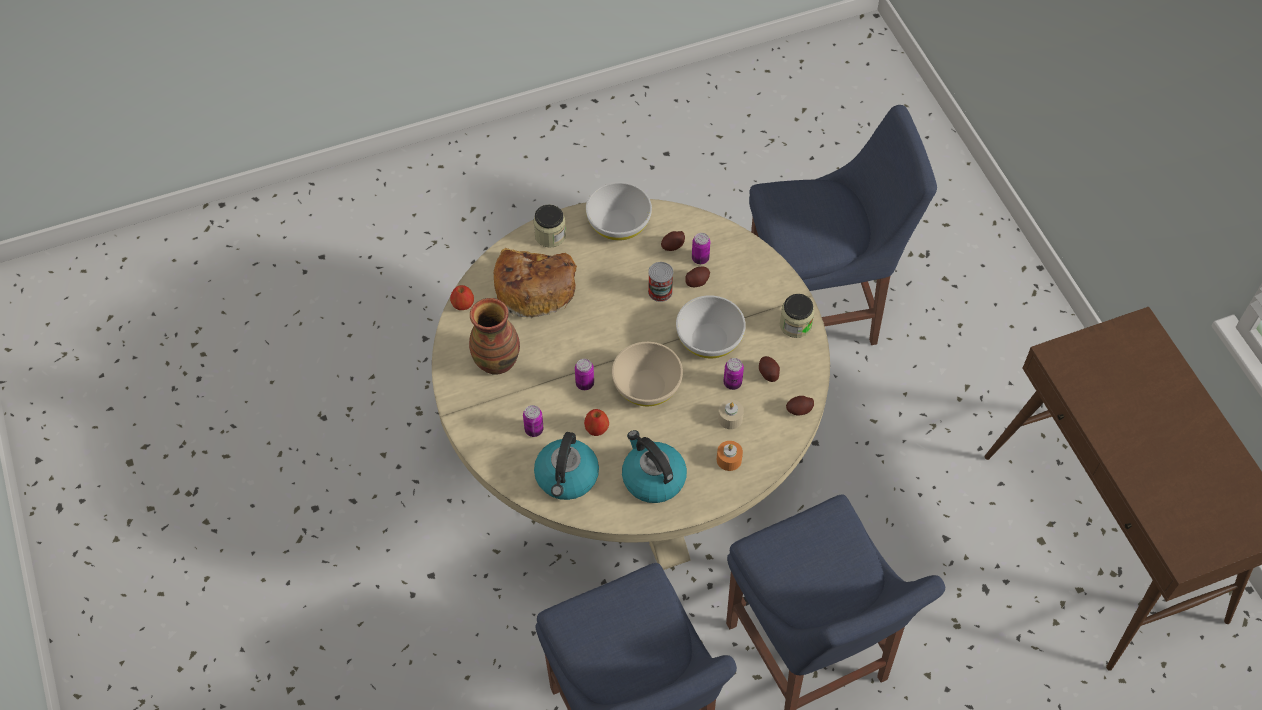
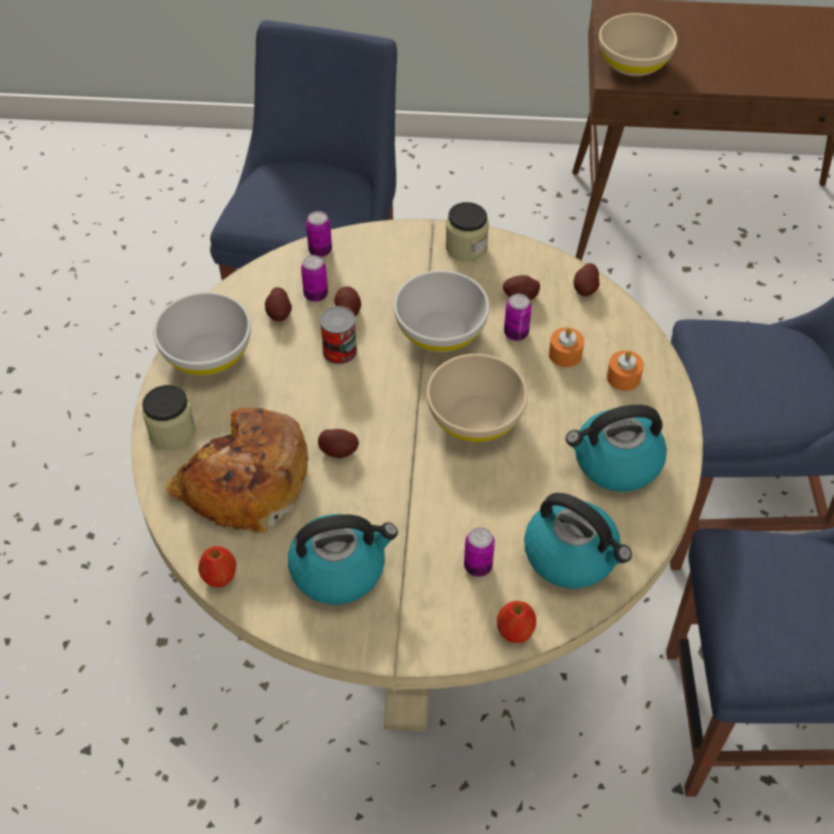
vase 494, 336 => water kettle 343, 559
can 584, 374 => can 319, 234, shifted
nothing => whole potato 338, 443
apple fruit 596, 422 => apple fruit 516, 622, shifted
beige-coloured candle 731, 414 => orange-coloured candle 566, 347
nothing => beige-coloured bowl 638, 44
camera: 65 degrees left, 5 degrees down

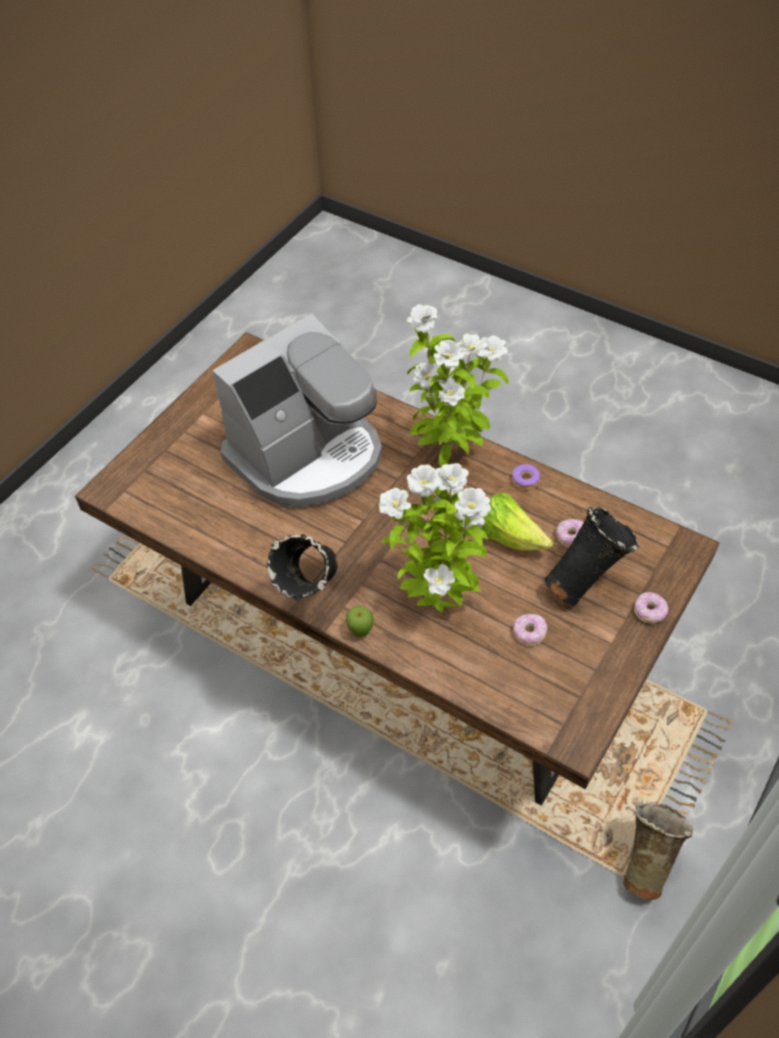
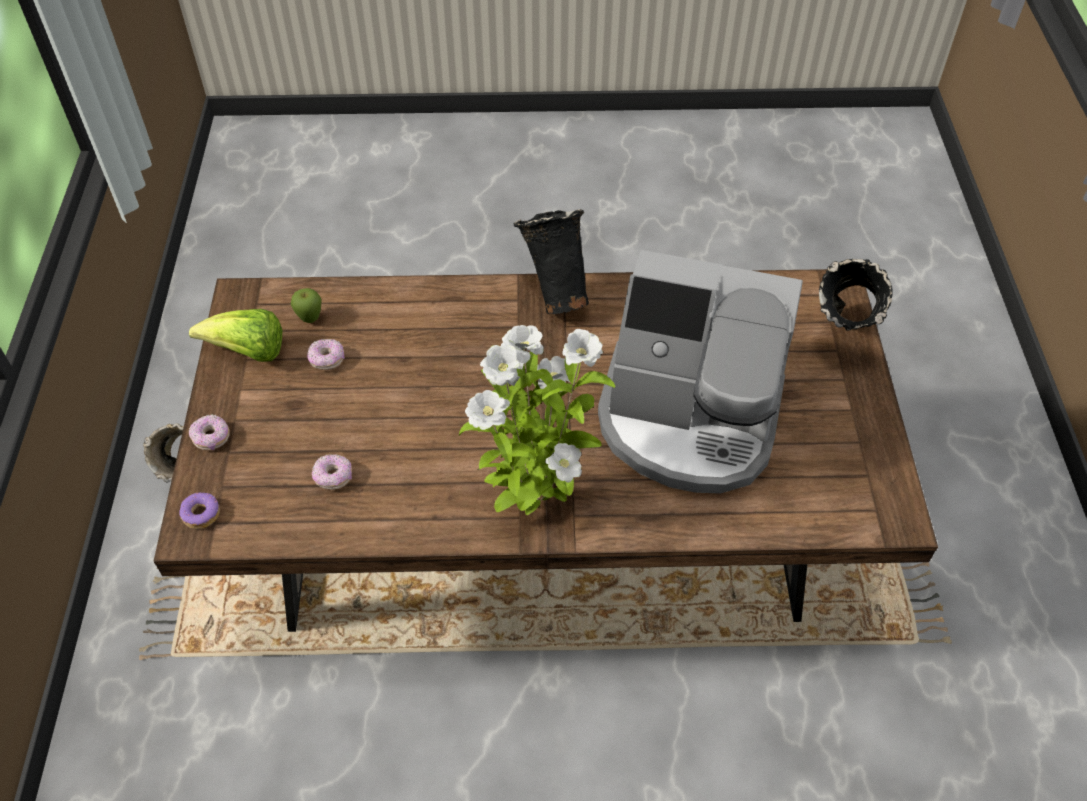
donut 526, 477 => donut 199, 511, shifted
head of lettuce 516, 521 => head of lettuce 235, 335, shifted
apple fruit 360, 621 => apple fruit 306, 305, shifted
coffee maker 297, 410 => coffee maker 700, 372, 90 degrees counterclockwise
blackish vase 592, 556 => blackish vase 856, 295, shifted
potted plant 435, 538 => nothing
camera: 145 degrees right, 0 degrees up

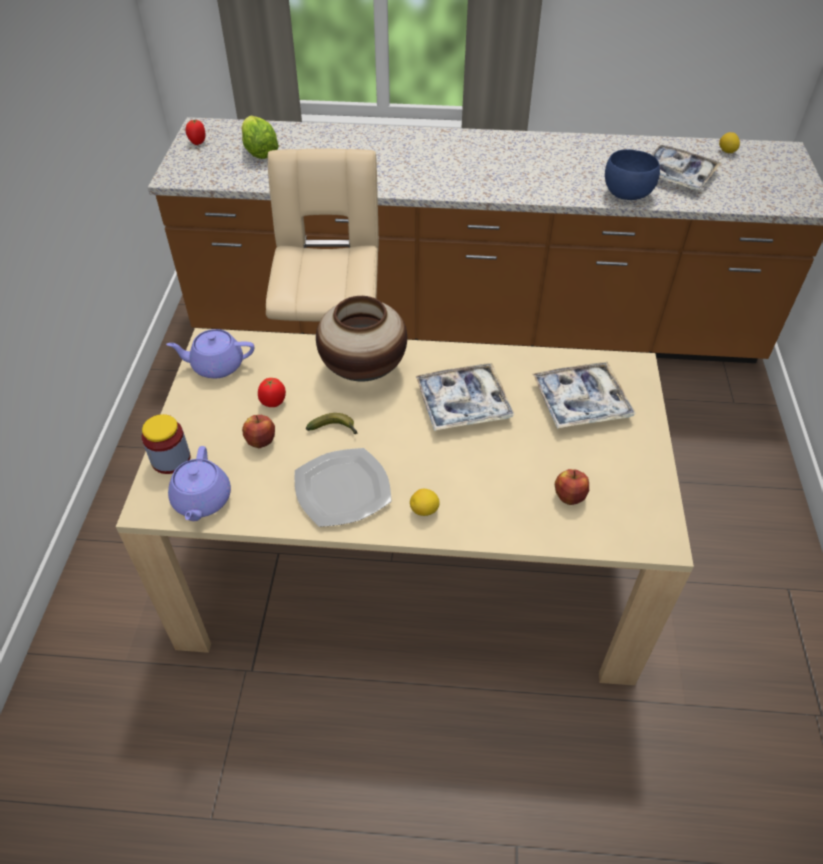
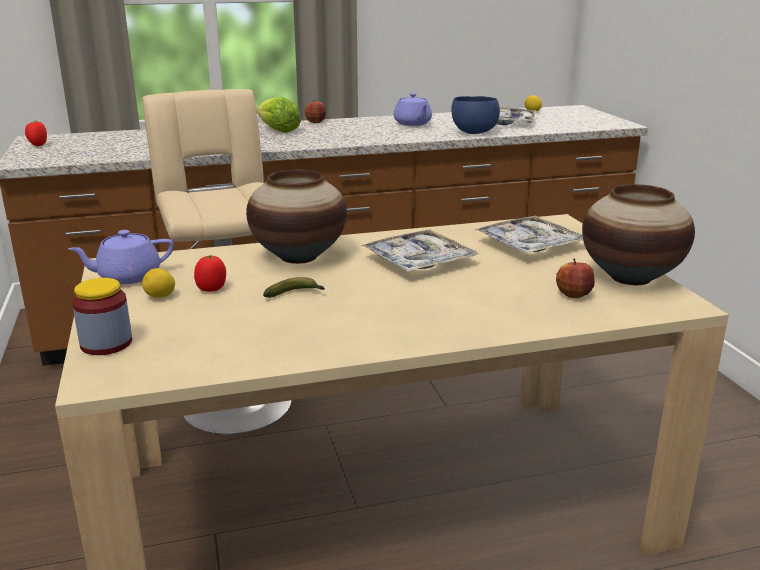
citrus fruit 425, 502 => citrus fruit 158, 283, shifted
head of lettuce 260, 137 => head of lettuce 279, 115, shifted
apple fruit 258, 431 => apple fruit 315, 111, shifted
purplish tea pot 199, 483 => purplish tea pot 413, 109, shifted
nothing => vase 638, 234
dinner plate 343, 487 => nothing
camera: 20 degrees left, 25 degrees down

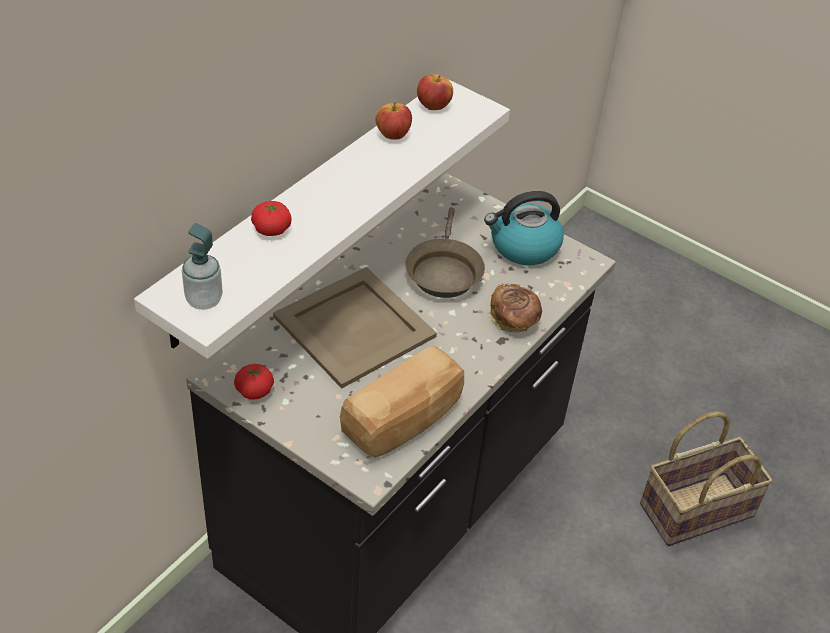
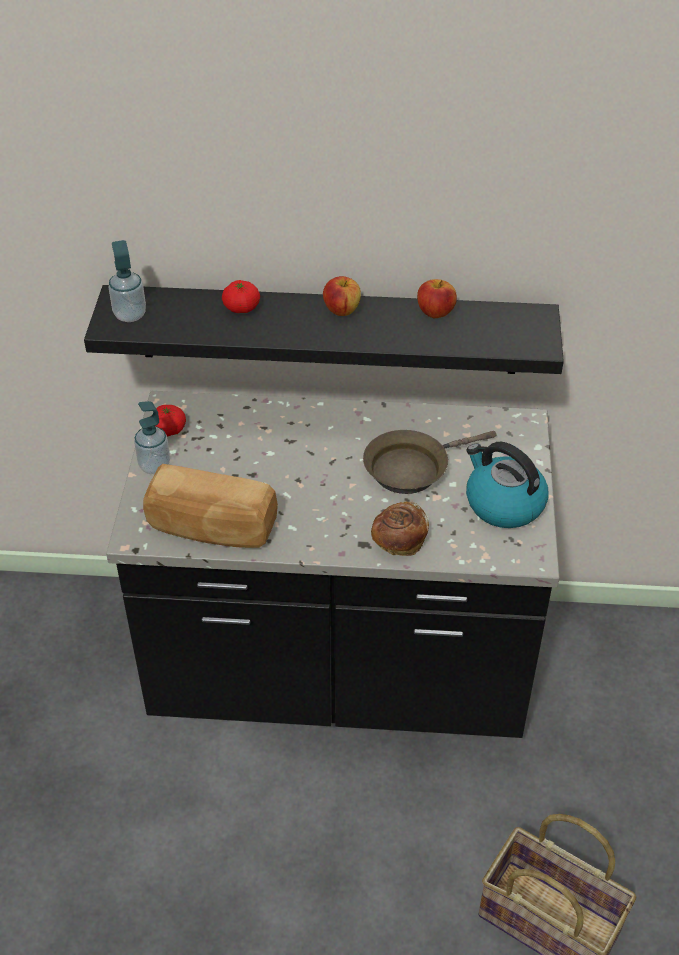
whitish wall shelf 322, 219 => blackish wall shelf 324, 329
nothing => soap dispenser 152, 437
apple fruit 435, 92 => apple fruit 342, 296, shifted
beige-coloured carrying tray 355, 328 => nothing
camera: 60 degrees right, 0 degrees up

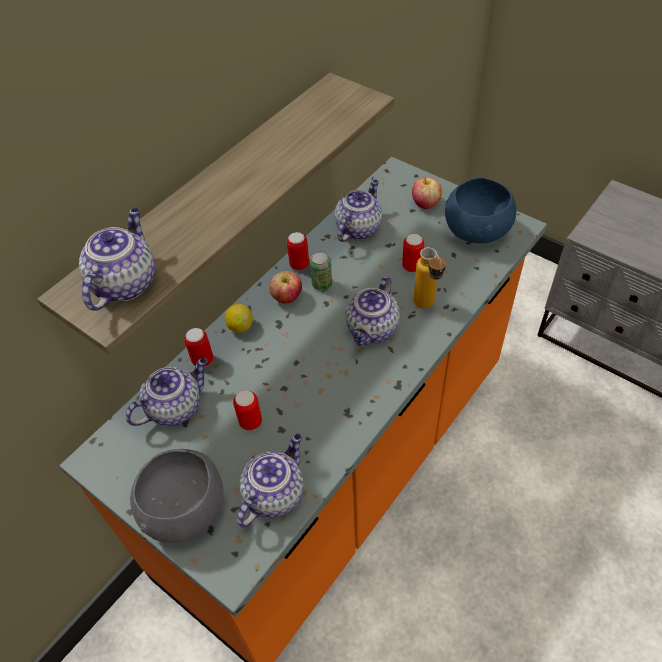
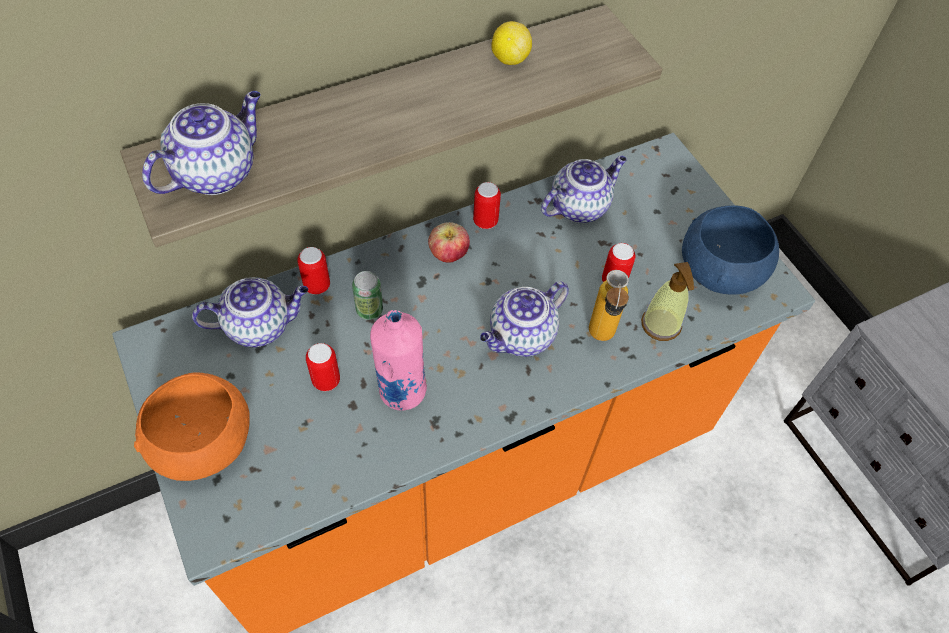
gray bowl 176, 496 => orange-coloured bowl 192, 426
can 321, 271 => can 367, 295, shifted
nothing => pink bottle 398, 360
citrus fruit 239, 318 => citrus fruit 511, 43, shifted
nothing => soap dispenser 667, 301
tea pot 270, 480 => nothing
apple fruit 427, 193 => nothing
camera: 20 degrees right, 5 degrees up

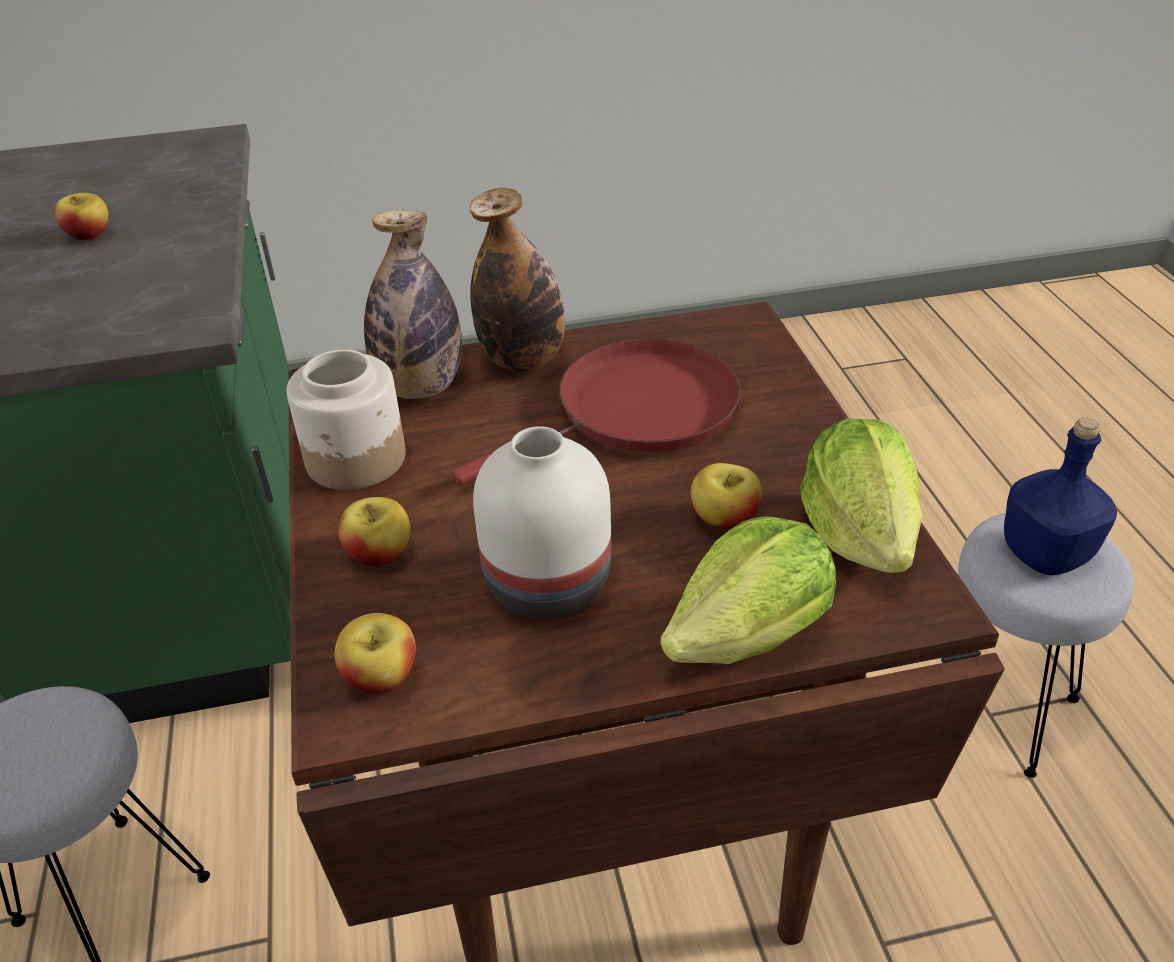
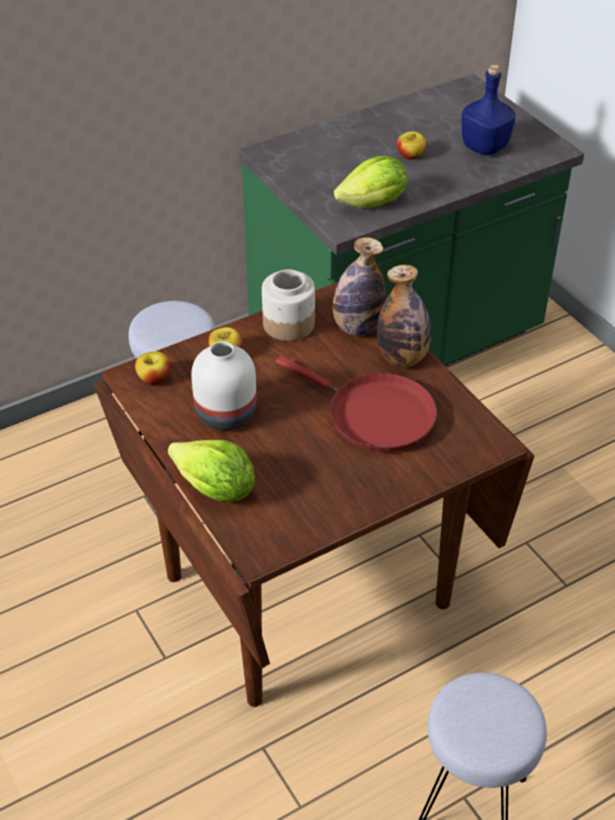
head of lettuce 861, 495 => head of lettuce 370, 181, shifted
bluish bottle 1060, 496 => bluish bottle 488, 110, shifted
apple fruit 726, 496 => nothing
camera: 70 degrees right, 5 degrees up

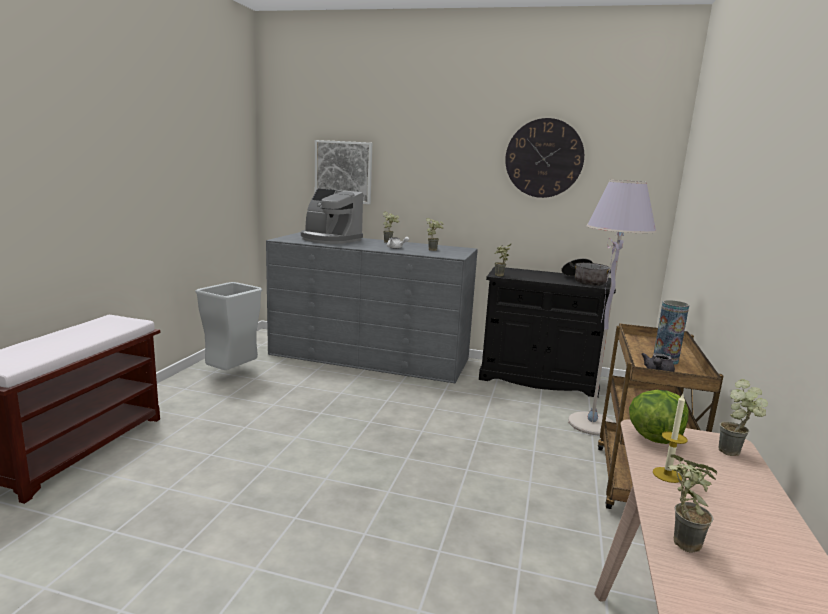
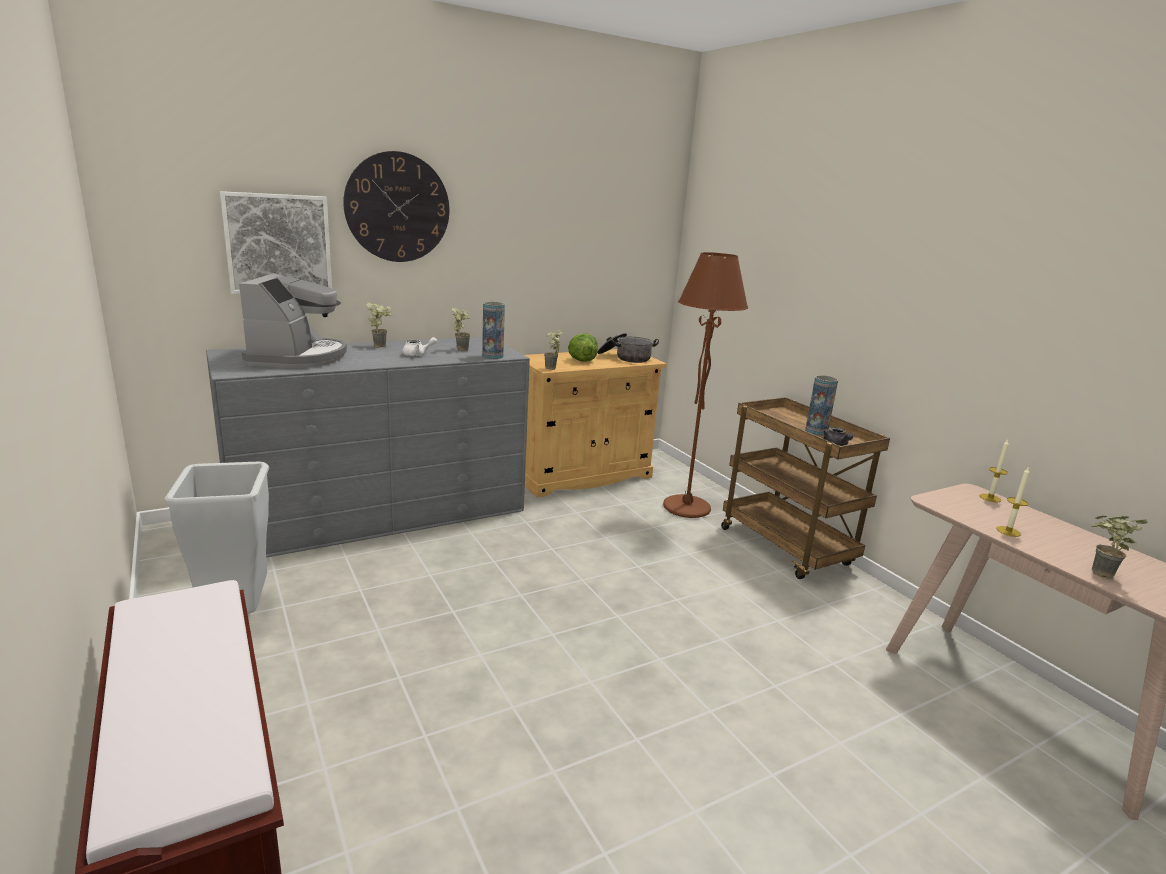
coffee maker 332, 216 => coffee maker 293, 320, 75 degrees counterclockwise
clock on the wall 544, 158 => clock on the wall 396, 206, shifted
nothing => vase 493, 330
blackish storage cabinet 547, 331 => beige-coloured storage cabinet 596, 423
head of lettuce 659, 417 => head of lettuce 583, 347, shifted
gray floor lamp 612, 307 => brown floor lamp 705, 385
potted plant 743, 417 => candle 994, 470
camera: 45 degrees left, 5 degrees up

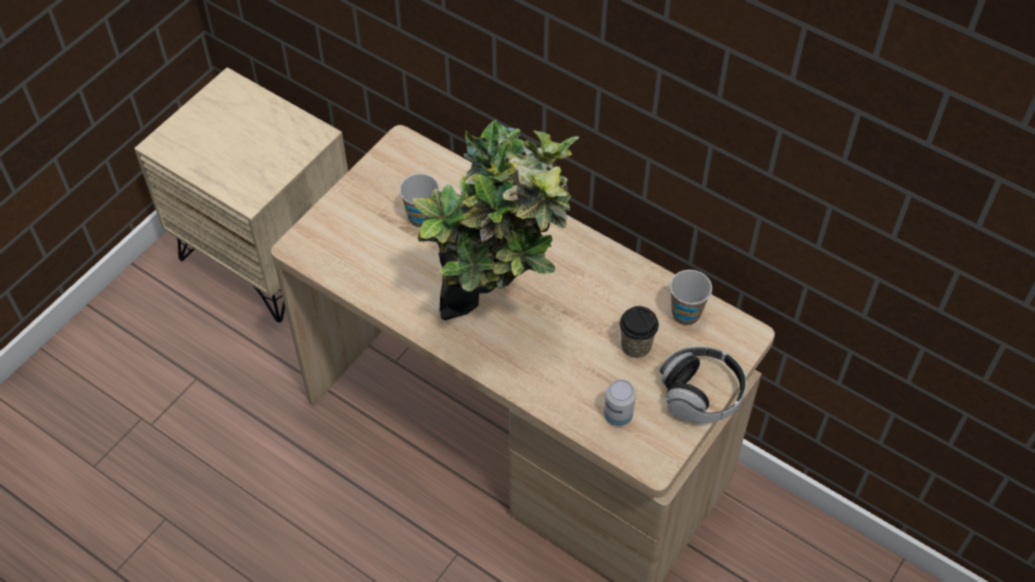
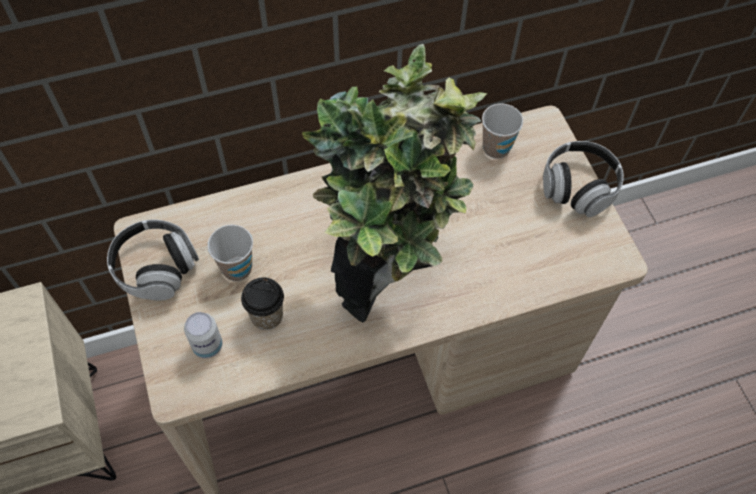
nothing => pair of headphones 153, 260
can 620, 402 => can 203, 335, shifted
drinking cup 639, 332 => drinking cup 262, 304, shifted
camera: 55 degrees left, 5 degrees up

